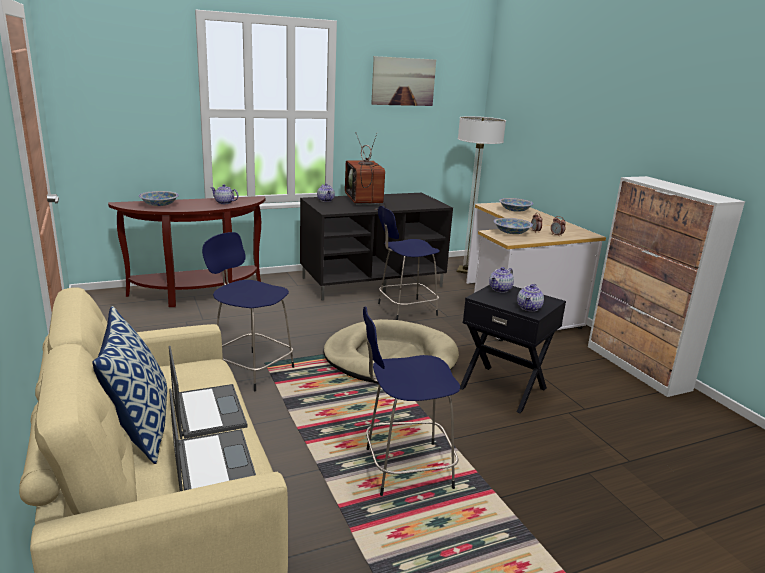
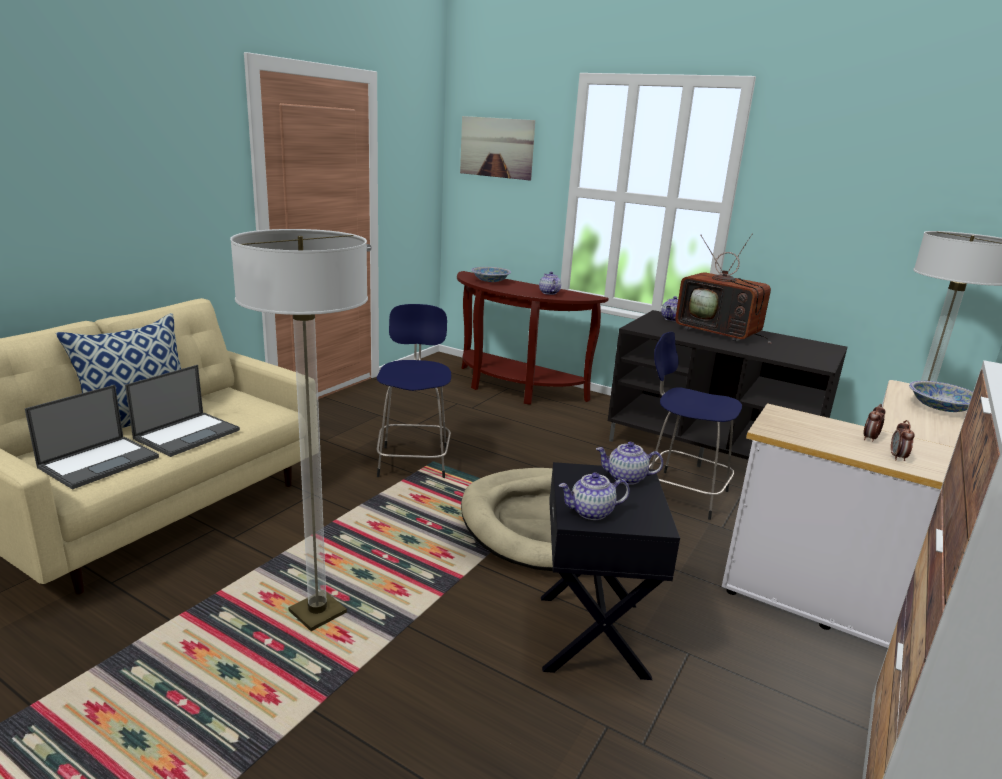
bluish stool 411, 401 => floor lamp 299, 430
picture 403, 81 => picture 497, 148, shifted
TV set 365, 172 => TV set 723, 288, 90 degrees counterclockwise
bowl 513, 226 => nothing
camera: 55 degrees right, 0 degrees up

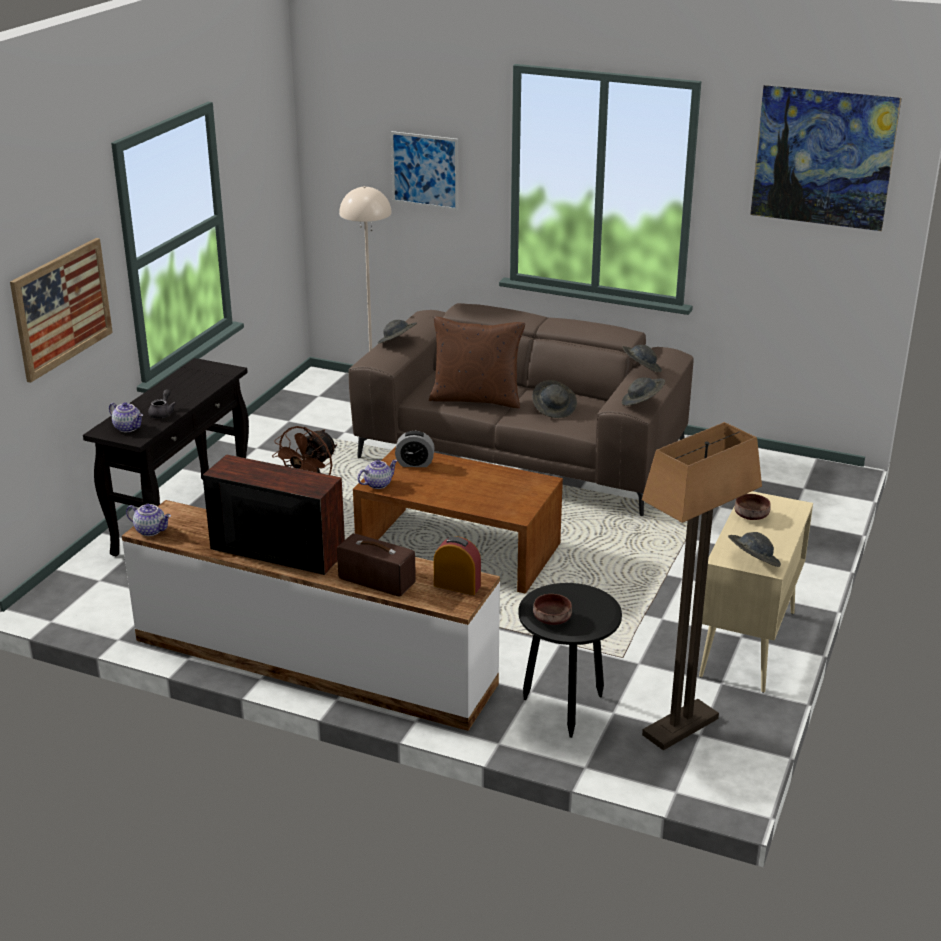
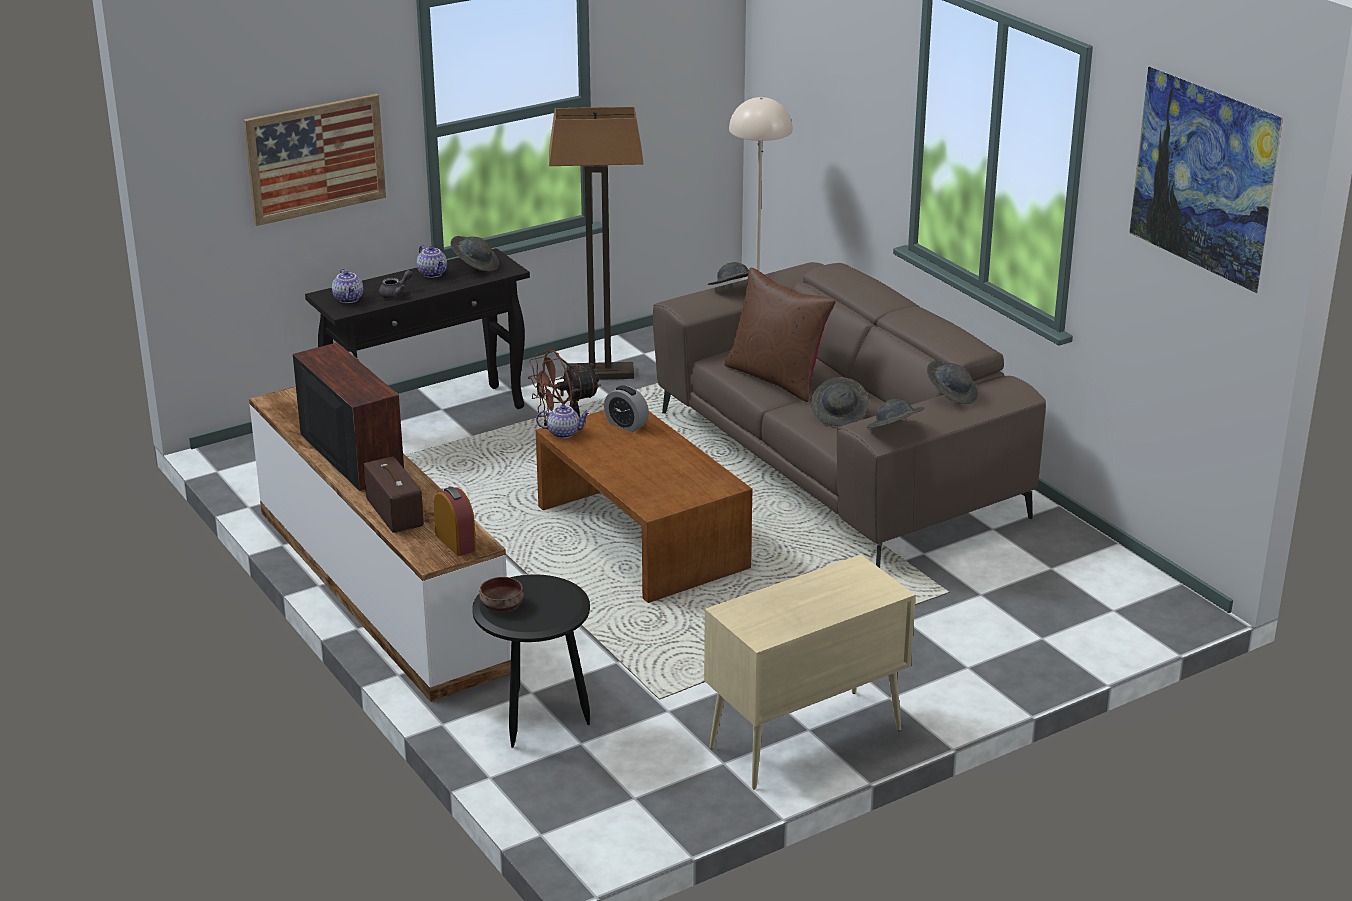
tea pot 148, 520 => tea pot 432, 261, shifted
gray clothing hat 754, 549 => gray clothing hat 474, 253, shifted
floor lamp 702, 586 => floor lamp 596, 243, shifted
picture 424, 171 => nothing
brown bowl 752, 507 => nothing
camera: 35 degrees right, 0 degrees up

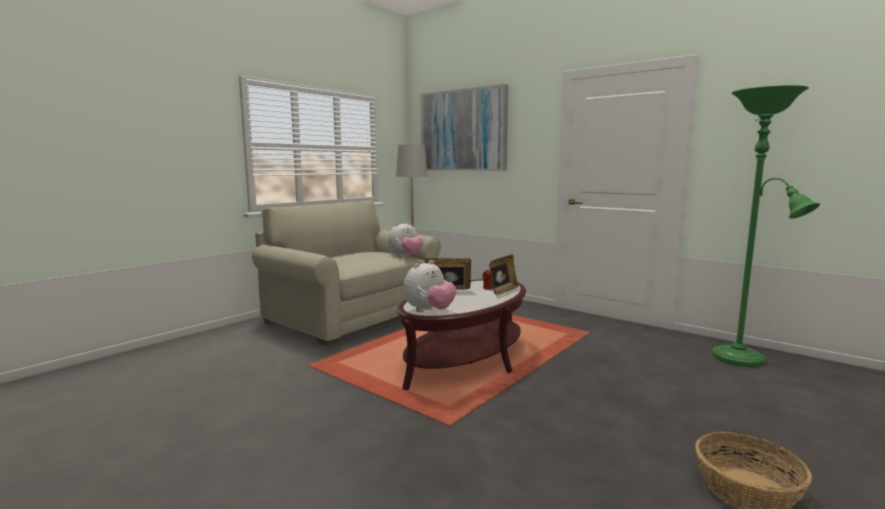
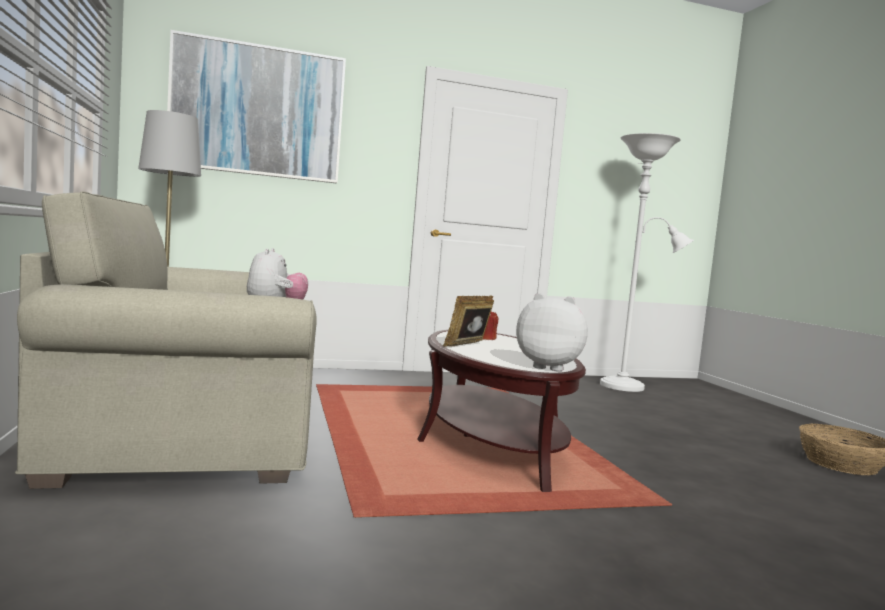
plush toy 430, 286 => plush toy 552, 332, 60 degrees counterclockwise
green floor lamp 766, 226 => whitish floor lamp 647, 262
photo frame 504, 275 => nothing
camera: 55 degrees left, 5 degrees down

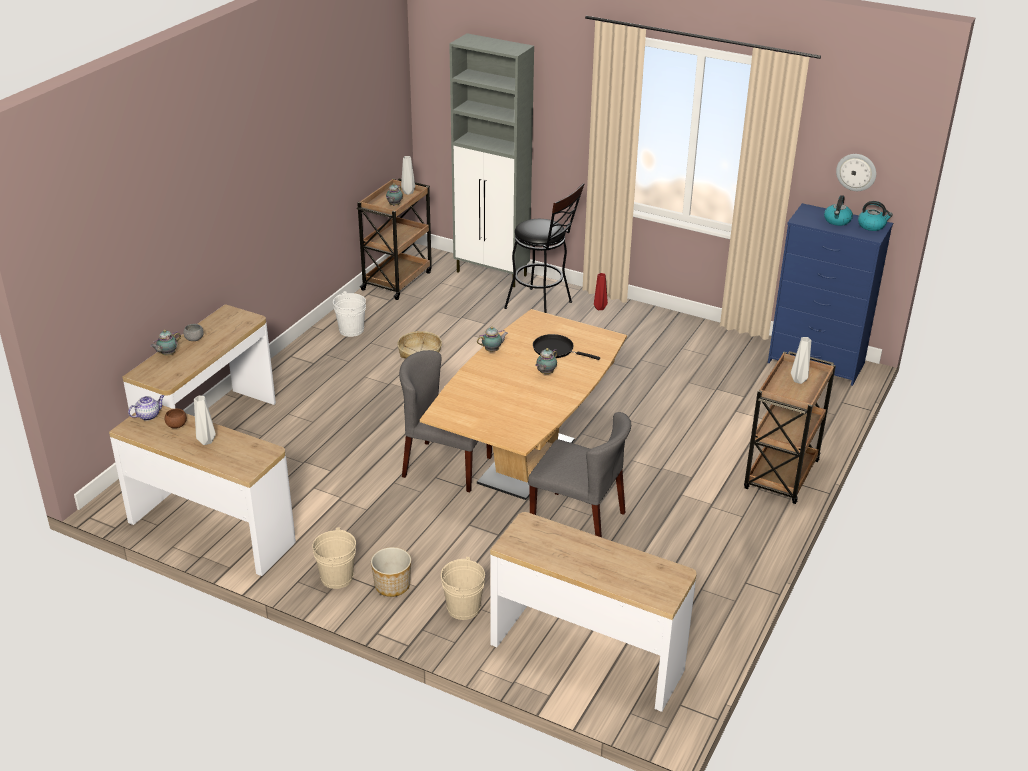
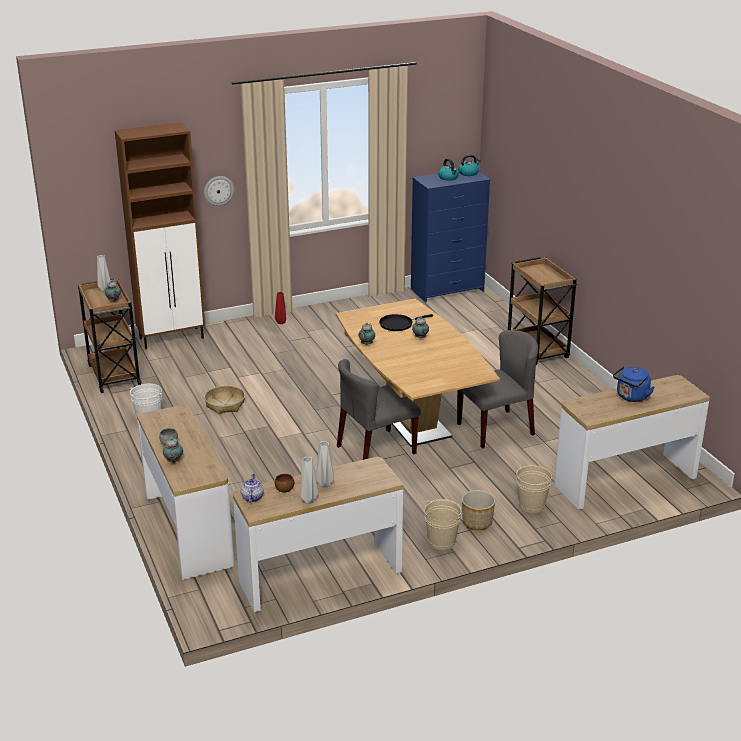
gray storage cabinet 491, 160 => brown storage cabinet 160, 235
clock on the wall 856, 172 => clock on the wall 219, 191, shifted
gray vase 801, 360 => gray vase 309, 480, shifted
nothing => bluish water kettle 633, 384
blackish stool 544, 248 => nothing
camera: 50 degrees left, 5 degrees down

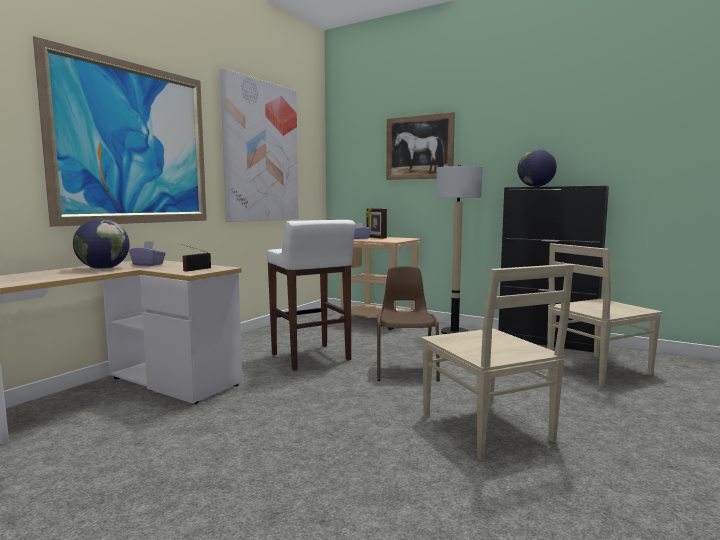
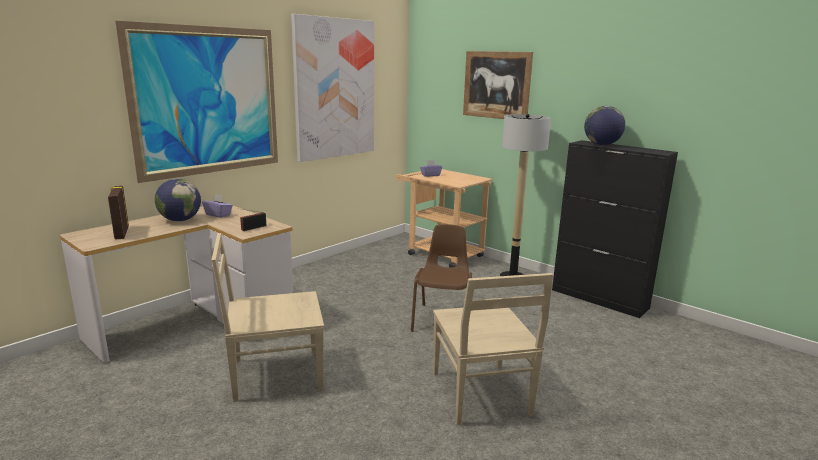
photo frame 376, 223 => photo frame 118, 213, shifted
beige-coloured plain chair 604, 314 => beige-coloured plain chair 268, 317, shifted
whitish stool 311, 295 => nothing
camera: 10 degrees right, 10 degrees up

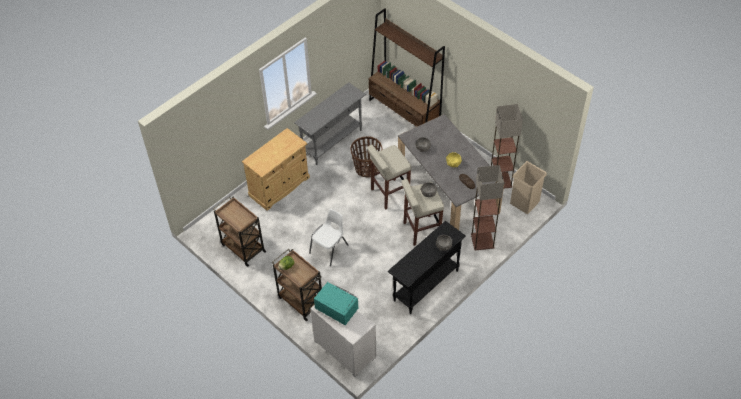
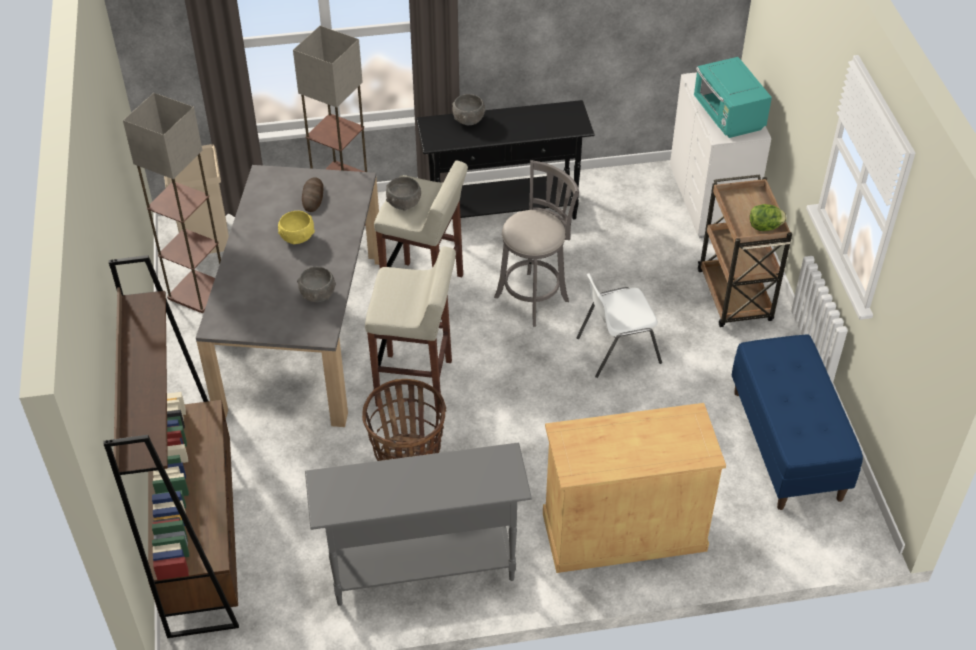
nothing => gray stool 536, 243
brown trolley 240, 231 => bluish long seat 797, 422
camera: 145 degrees left, 5 degrees down

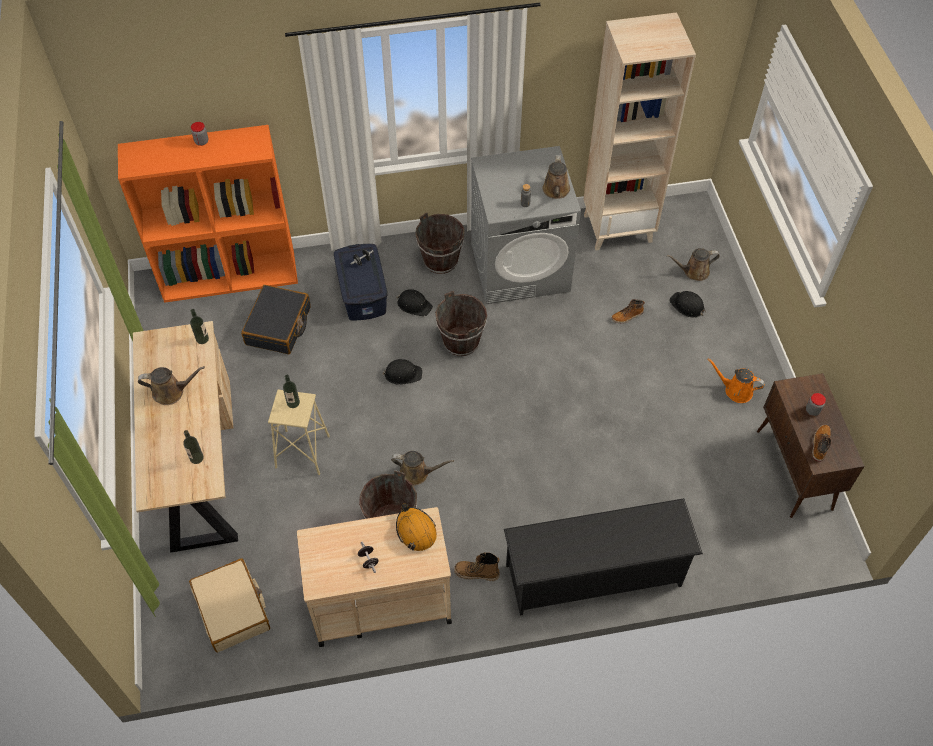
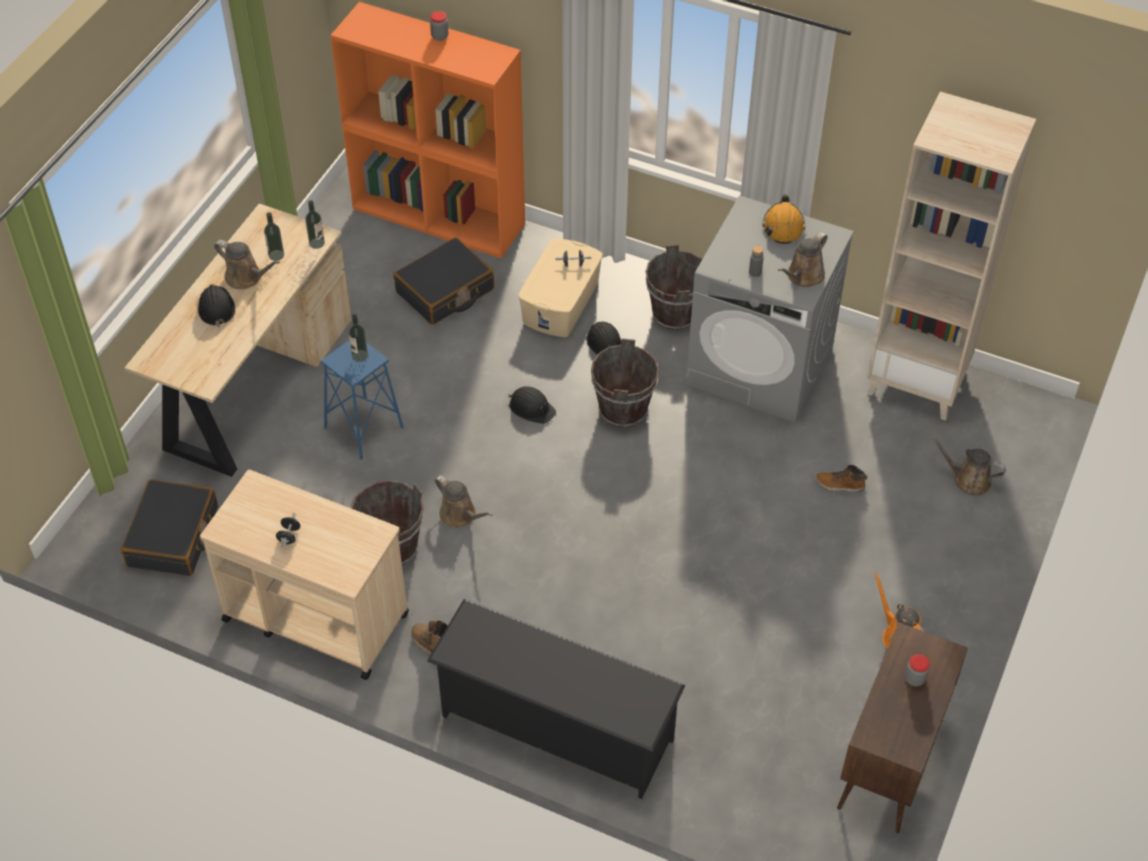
beige-coloured travel case 229, 605 => blackish travel case 169, 527
blackish work helmet 687, 304 => blackish work helmet 216, 305, shifted
bottle 193, 447 => bottle 274, 236, shifted
beige-coloured stool 299, 432 => bluish stool 362, 400
bluish storage box 360, 282 => beige-coloured storage box 560, 287
orange-coloured work helmet 416, 527 => orange-coloured work helmet 784, 219, shifted
boot 821, 443 => nothing
camera: 35 degrees right, 5 degrees down

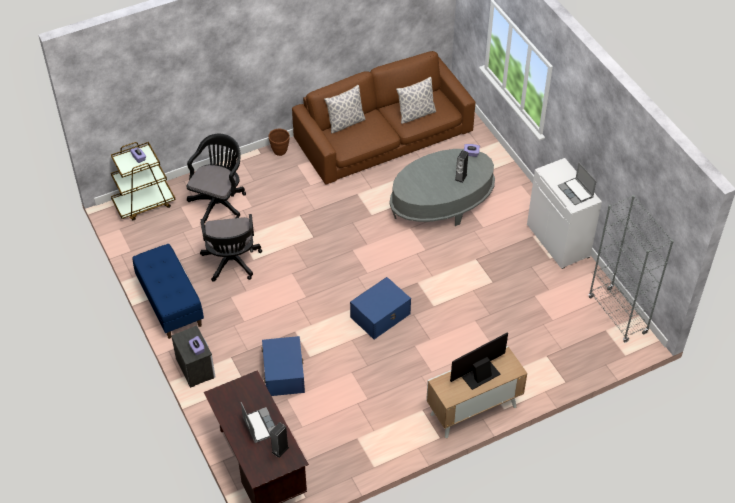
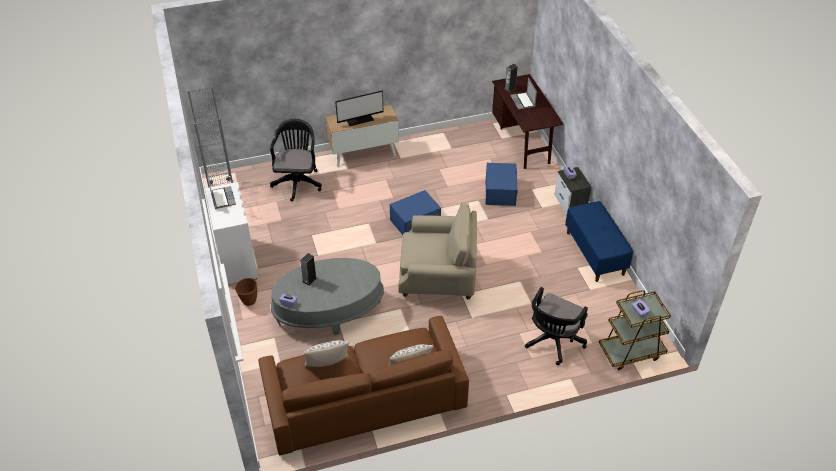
brown planter 279, 142 => brown planter 246, 292, shifted
blackish office chair 231, 248 => blackish office chair 296, 160, shifted
nothing => beige-coloured lounge chair 437, 250
camera: 170 degrees left, 5 degrees down

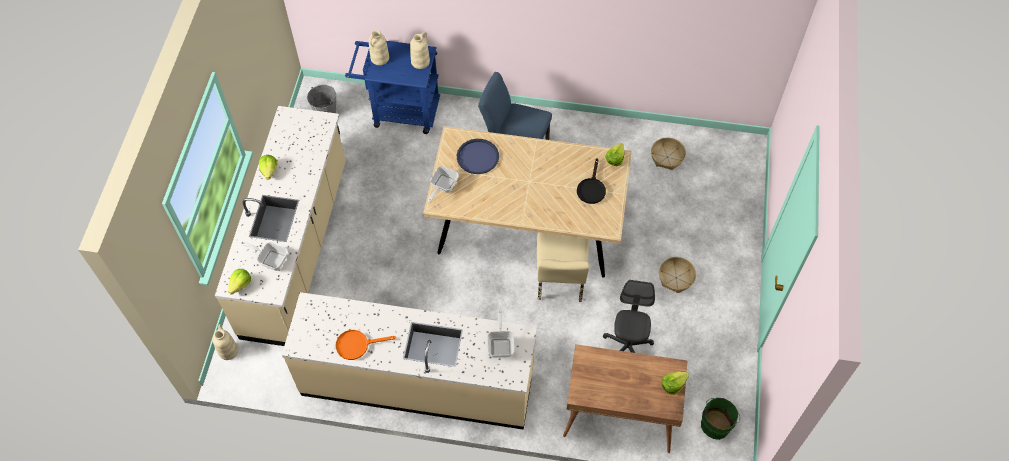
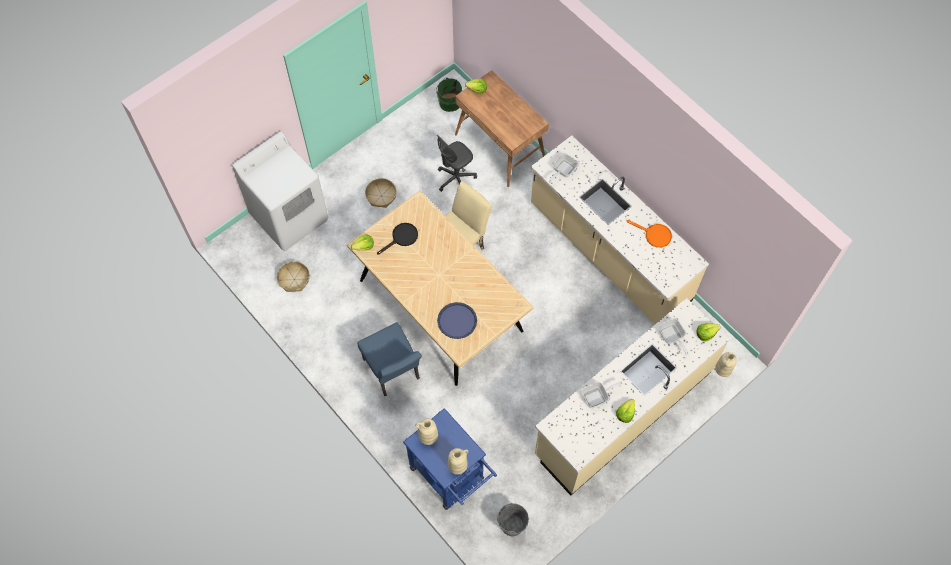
nothing => whitish laundry machine 280, 191
frying pan 443, 184 => frying pan 602, 394, shifted
camera: 140 degrees left, 5 degrees up

